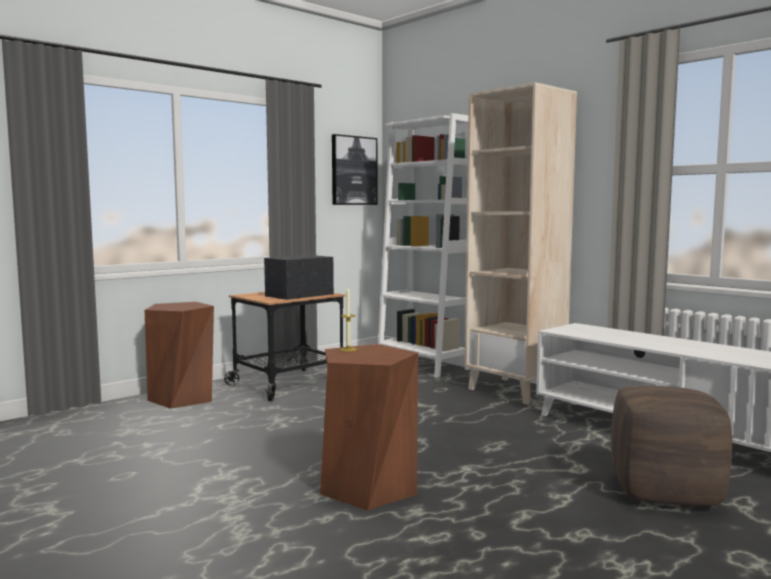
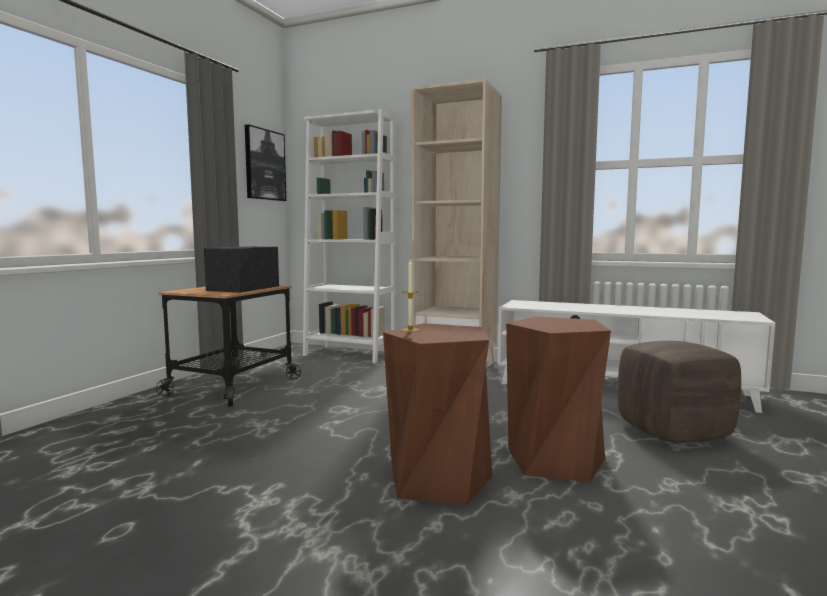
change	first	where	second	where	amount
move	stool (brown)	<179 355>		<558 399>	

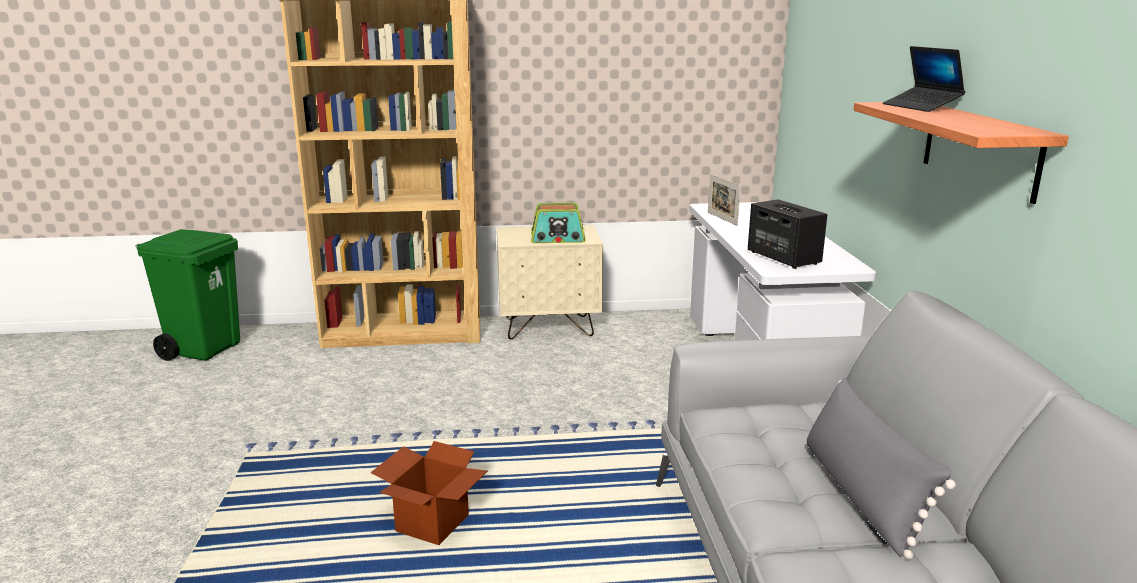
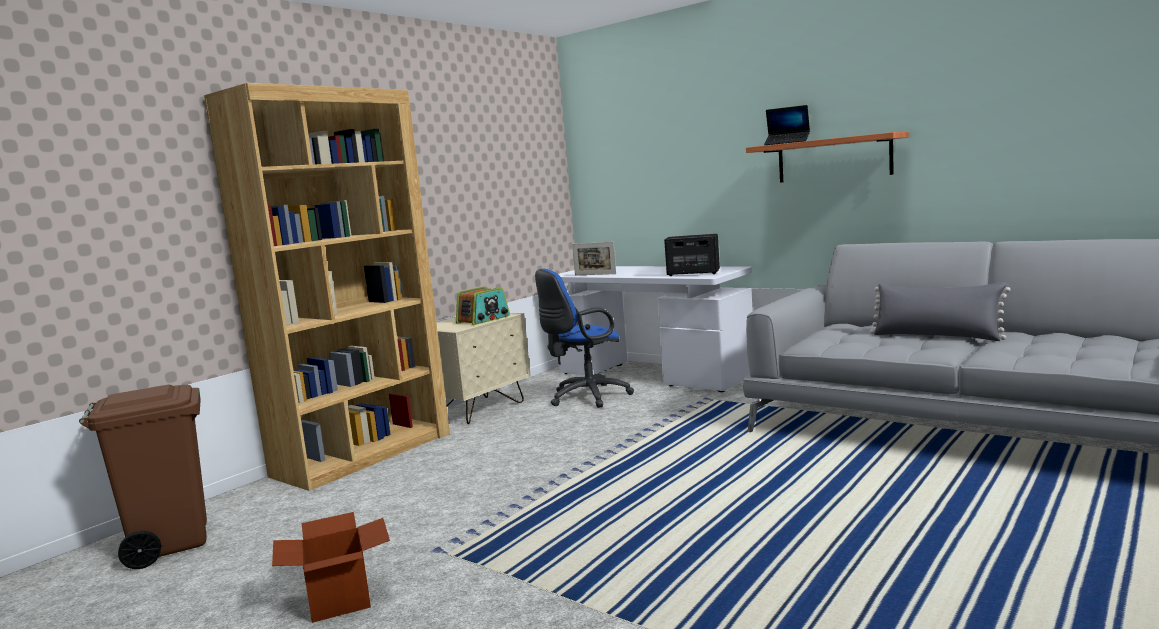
change	first	where	second	where	amount
insert			computer chair (blue)	<584 338>	
move	packing box	<429 493>		<331 567>	
recolor	rubbish bin (green-coloured)	<187 295>	rubbish bin (brown)	<143 476>	

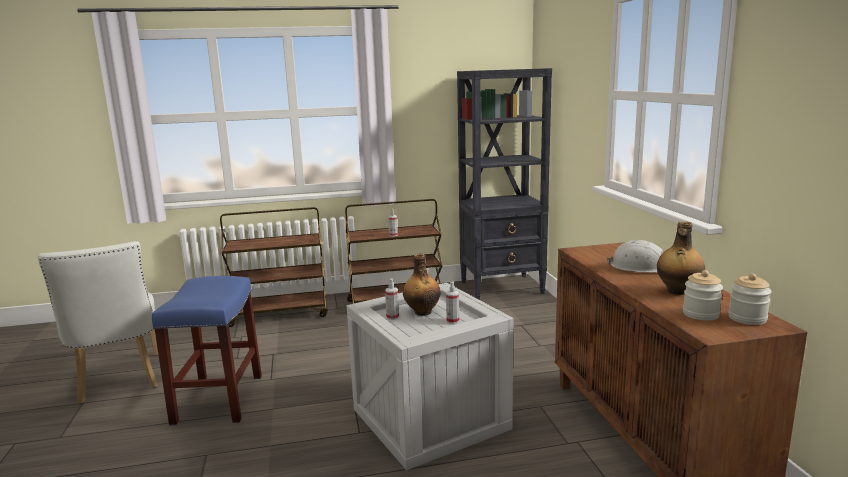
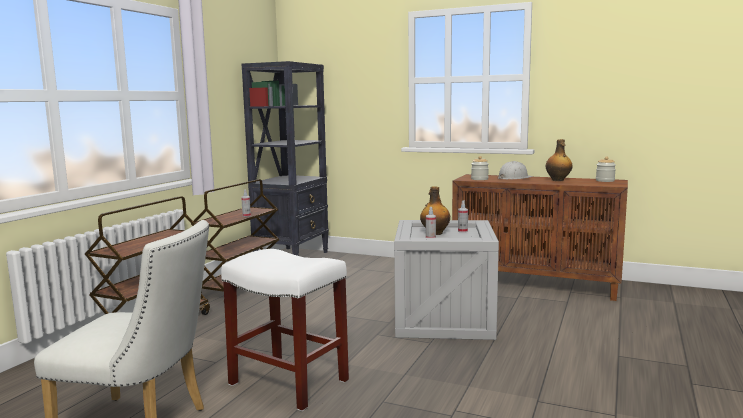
change	first	where	second	where	amount
move	storage jar	<703 295>		<480 168>	
recolor	stool (blue)	<207 351>	stool (white)	<285 330>	

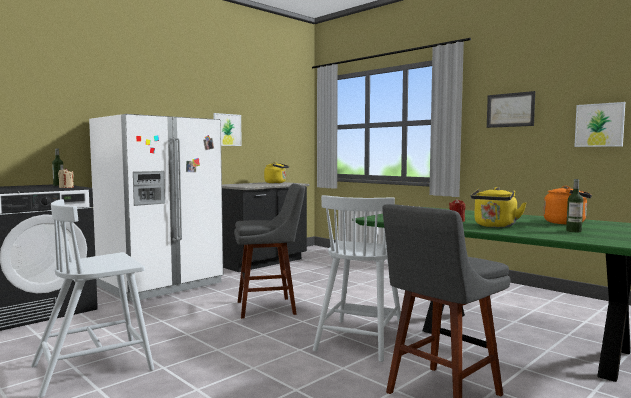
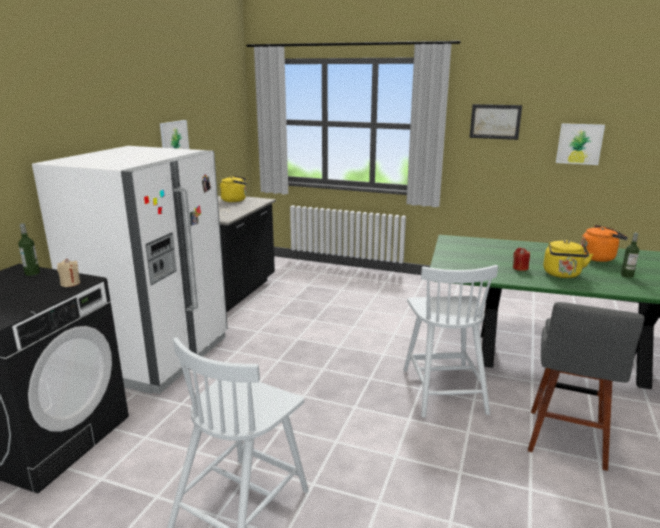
change	first	where	second	where	amount
delete	stool (greyish)	<269 251>			

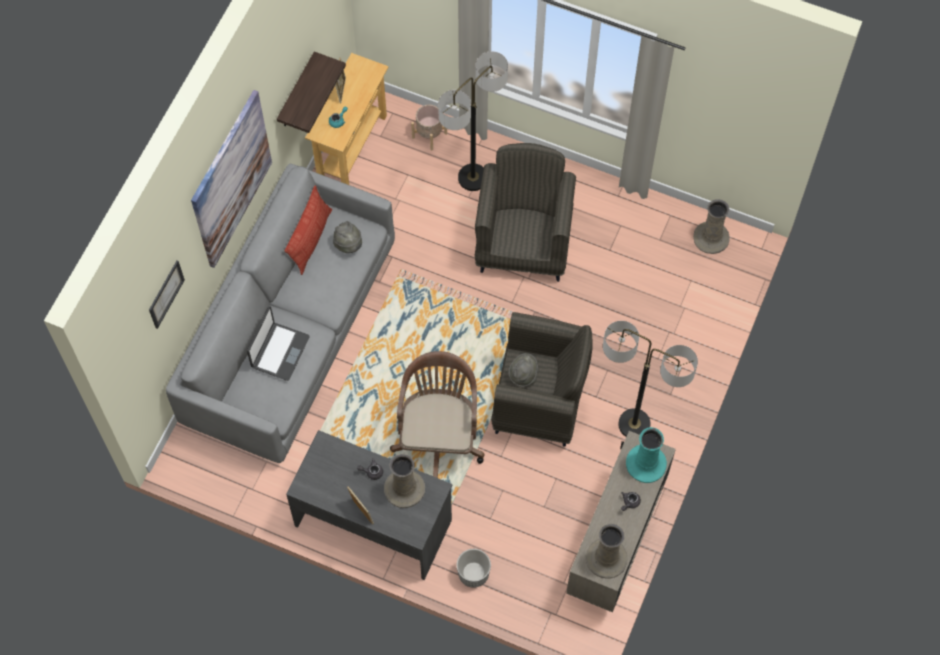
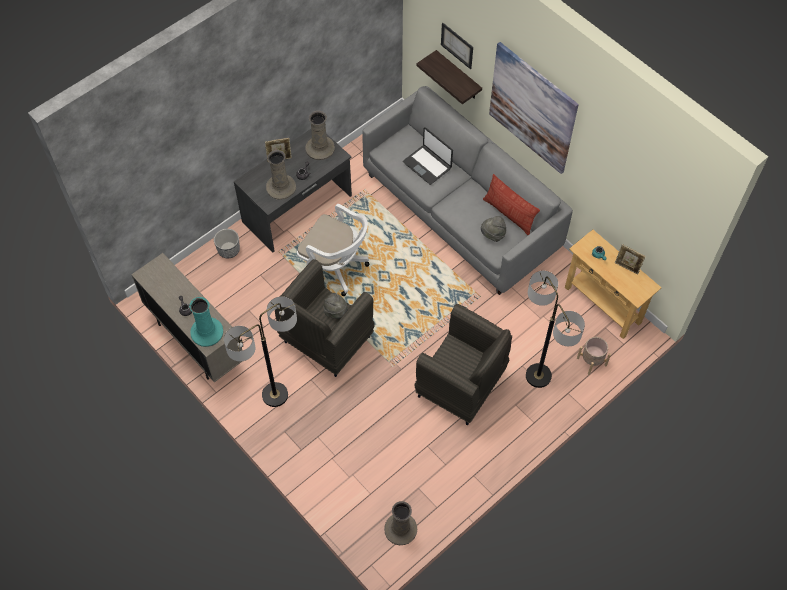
change	first	where	second	where	amount
move	wall shelf	<311 92>		<449 77>	
move	decorative vase (beige)	<607 551>		<320 135>	
recolor	computer chair (brown)	<437 414>	computer chair (white)	<333 250>	

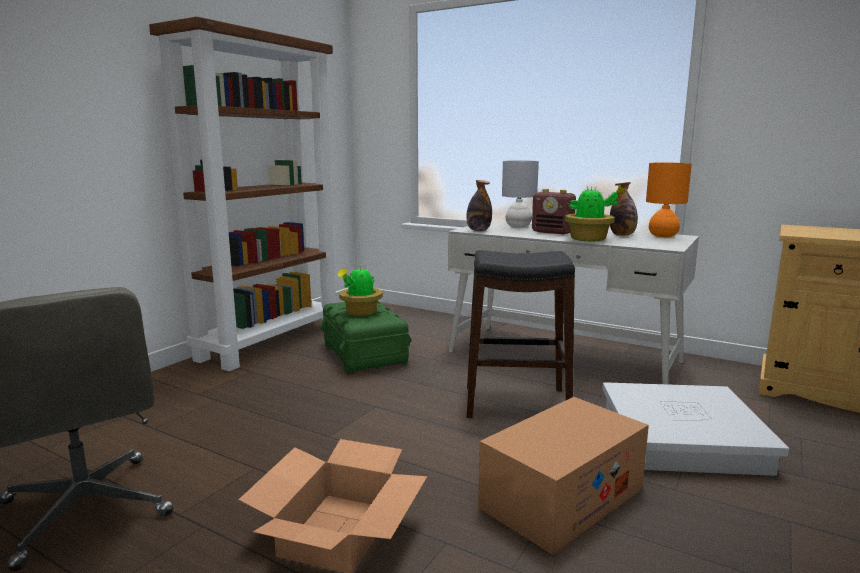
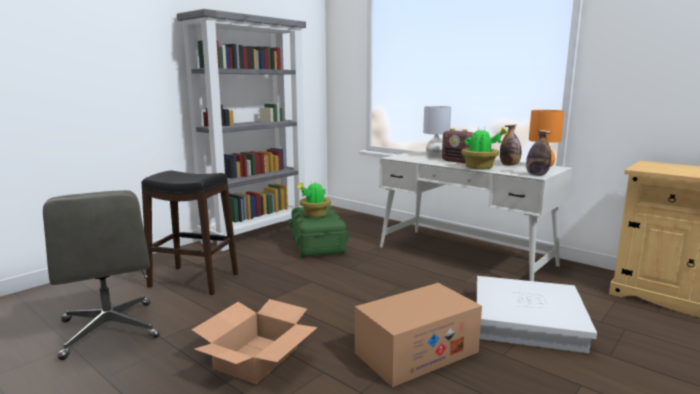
change	first	where	second	where	amount
move	drink bottle	<479 205>		<538 153>	
move	stool (blackish)	<521 334>		<189 233>	
recolor	bookcase (brown)	<242 193>	bookcase (greyish)	<241 130>	

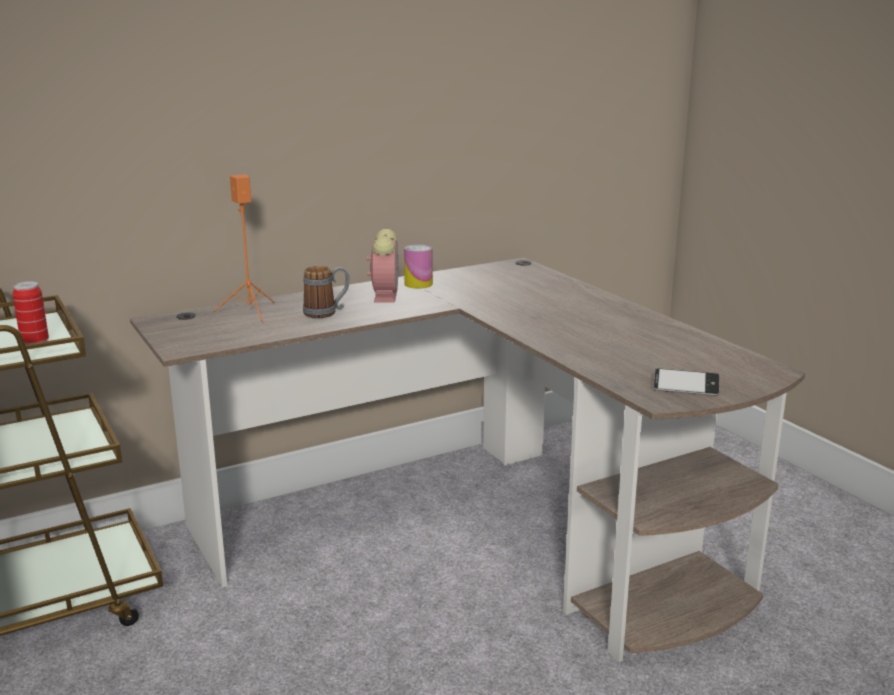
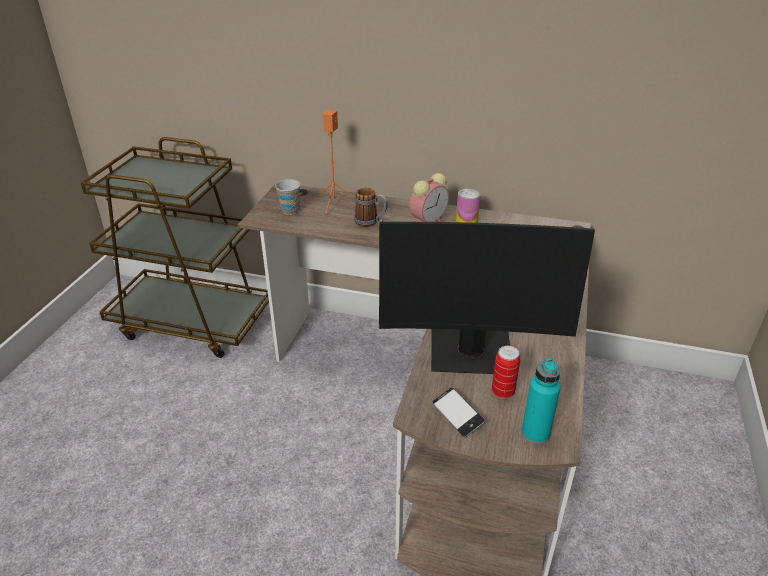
change	first	where	second	where	amount
insert			drinking cup	<288 197>	
insert			monitor	<487 298>	
insert			drink bottle (blue-green)	<541 401>	
move	sealed can	<30 313>		<506 372>	

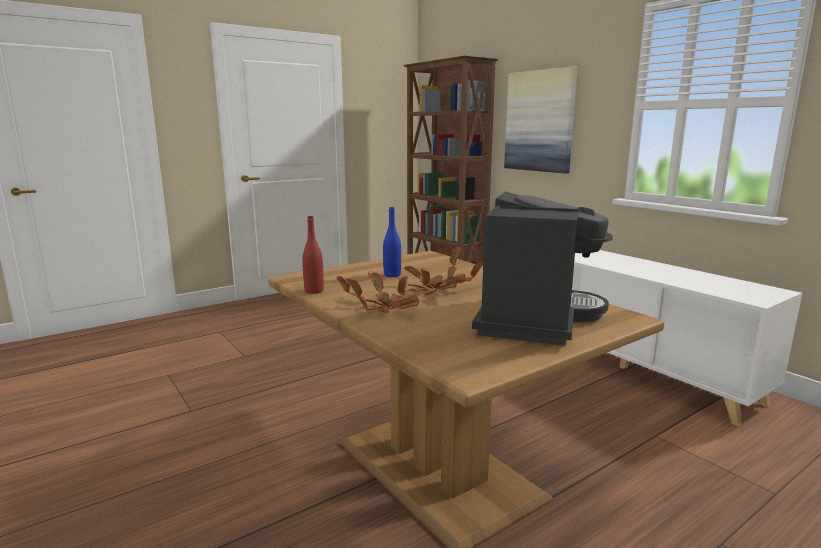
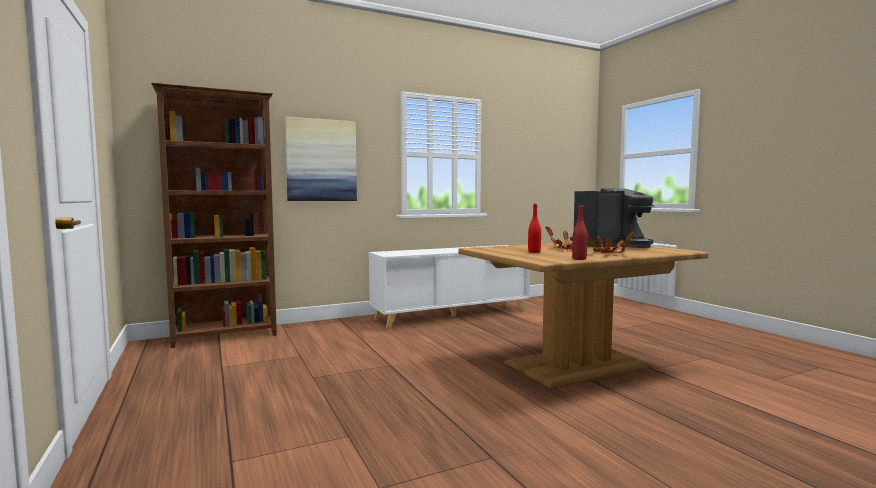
change	first	where	second	where	amount
recolor	drink bottle (blue)	<392 242>	drink bottle (red-coloured)	<534 228>	
rotate	coffee maker	<542 268>		<612 218>	135 degrees clockwise

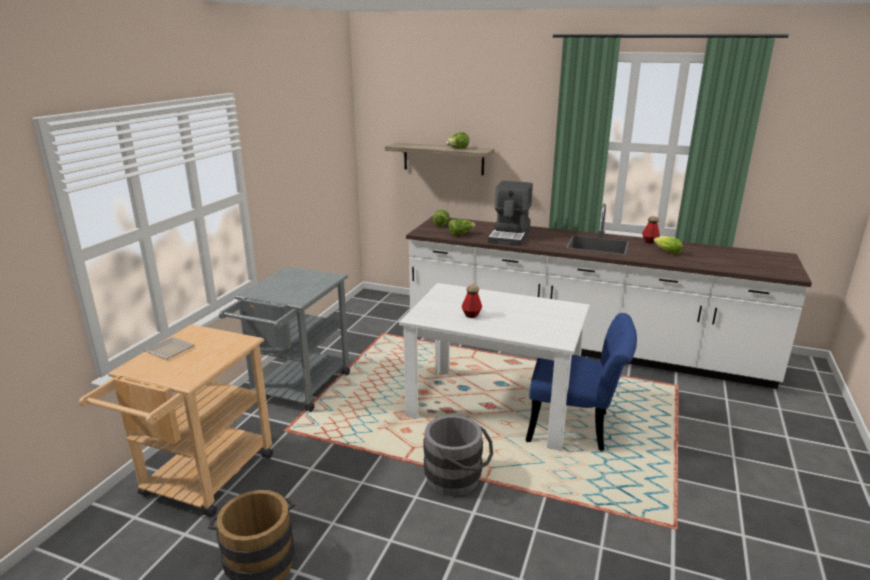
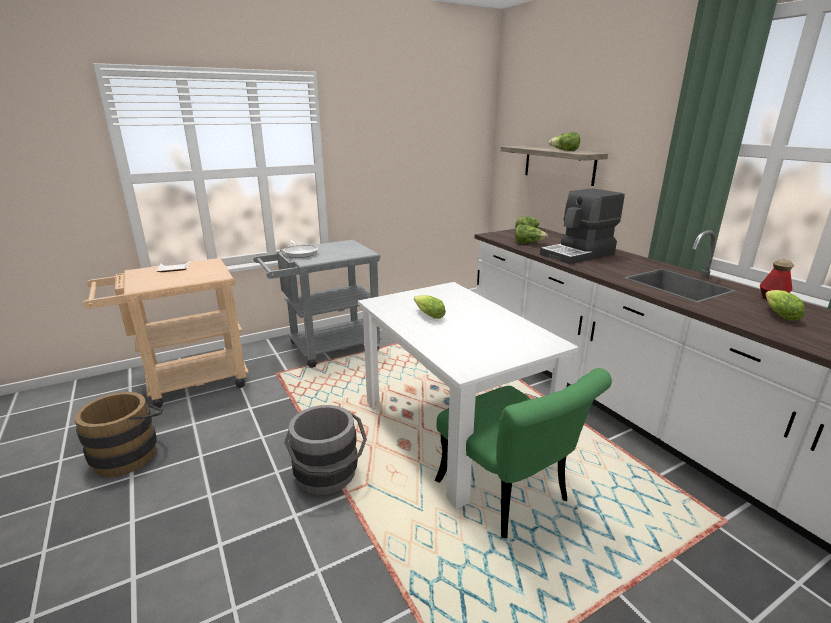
change	first	where	second	where	amount
insert			frying pan	<300 249>	
replace	drink bottle	<472 301>	head of lettuce	<430 307>	
recolor	upright chair (blue)	<581 382>	upright chair (green-coloured)	<523 453>	

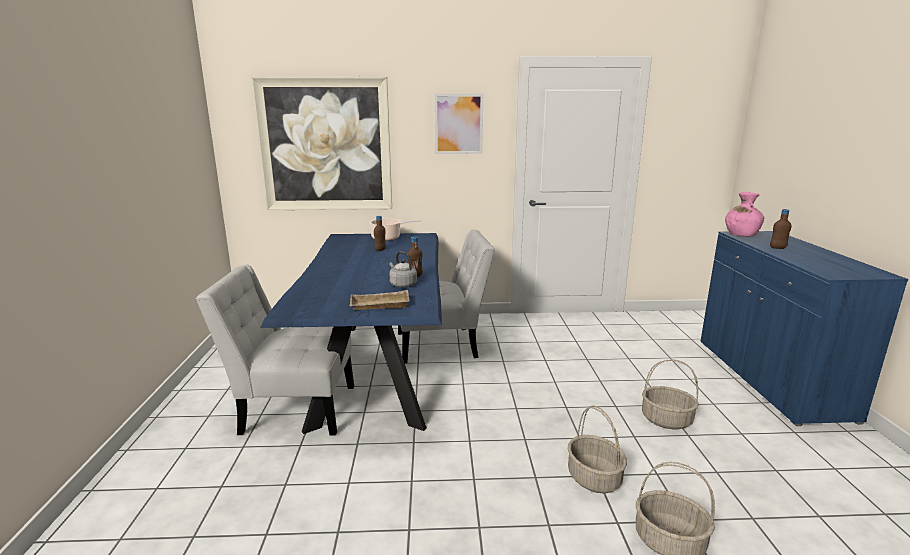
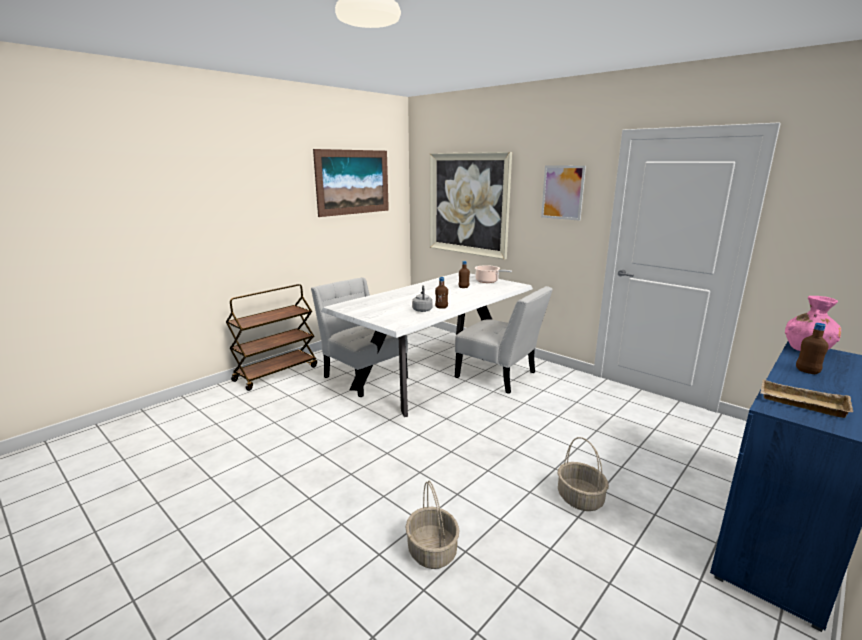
change	first	where	second	where	amount
delete	basket	<597 449>			
insert			wheeled cart (brown)	<271 337>	
insert			wall art	<351 183>	
move	carrying tray (beige)	<380 300>		<806 398>	
recolor	dinner table (blue)	<351 333>	dinner table (white)	<427 344>	

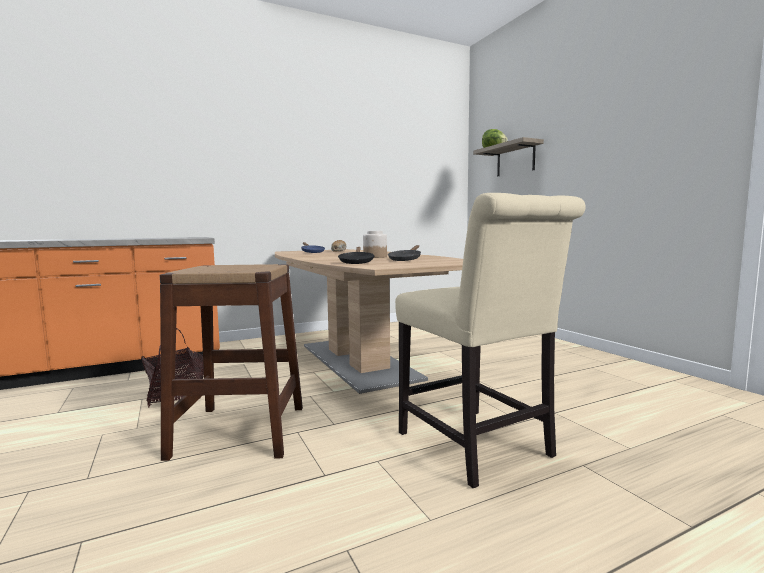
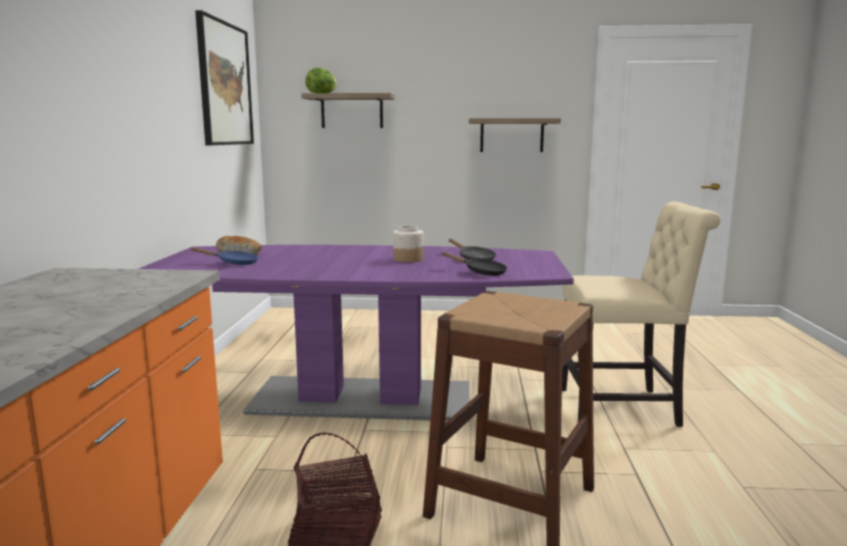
change	first	where	second	where	amount
insert			wall art	<224 77>	
insert			wall shelf	<515 135>	
recolor	dinner table (brown)	<369 321>	dinner table (purple)	<356 333>	

